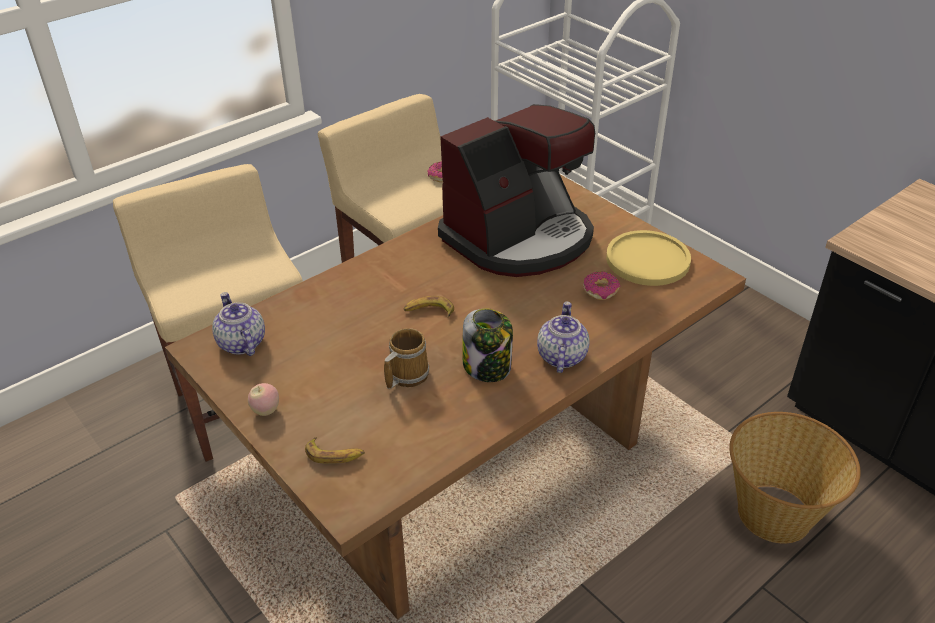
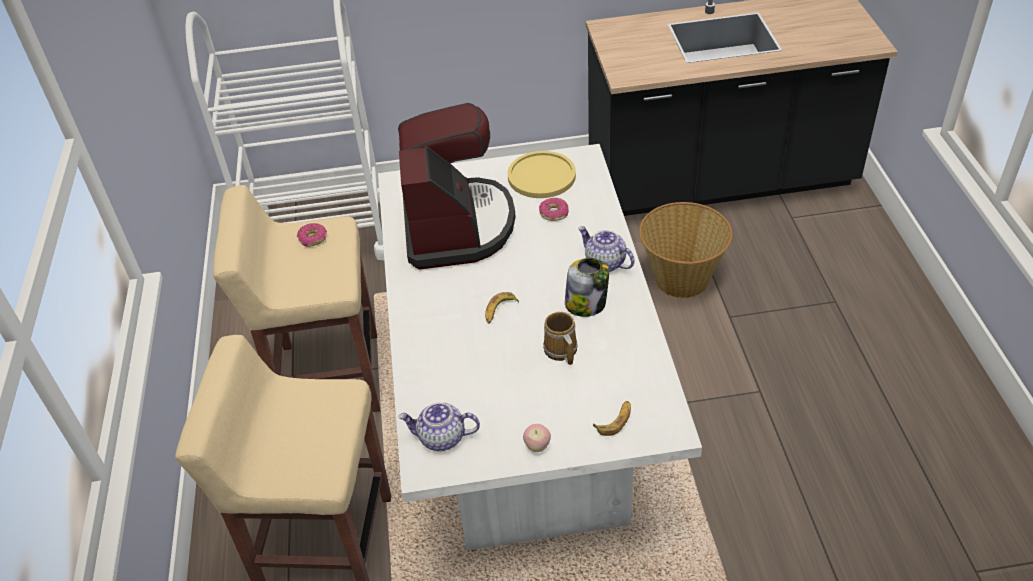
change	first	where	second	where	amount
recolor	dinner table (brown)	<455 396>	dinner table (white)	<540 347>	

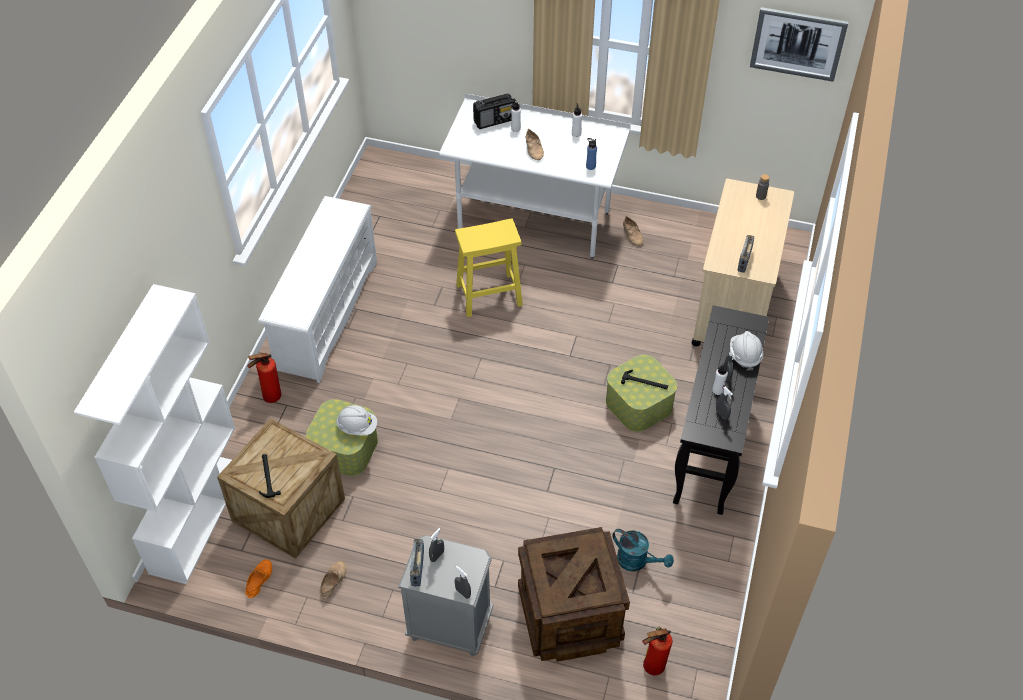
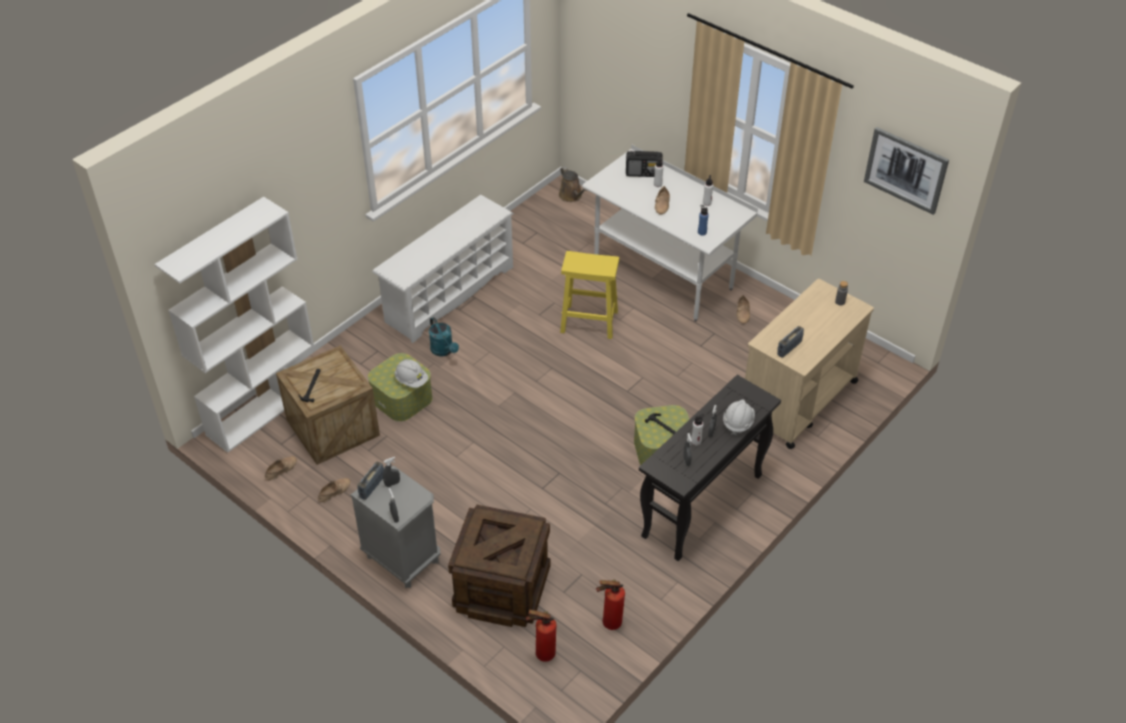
change	first	where	second	where	amount
insert			sprinkling can (brown)	<573 184>	
move	fire extinguisher	<264 378>		<610 605>	
move	sprinkling can (blue-green)	<643 550>		<444 337>	
recolor	shoe (orange-coloured)	<258 578>	shoe (beige)	<281 468>	

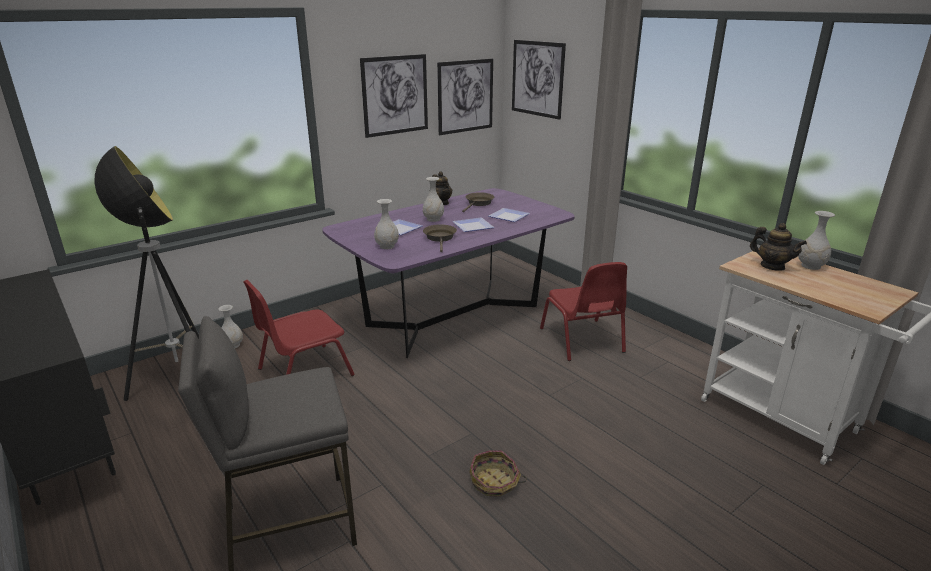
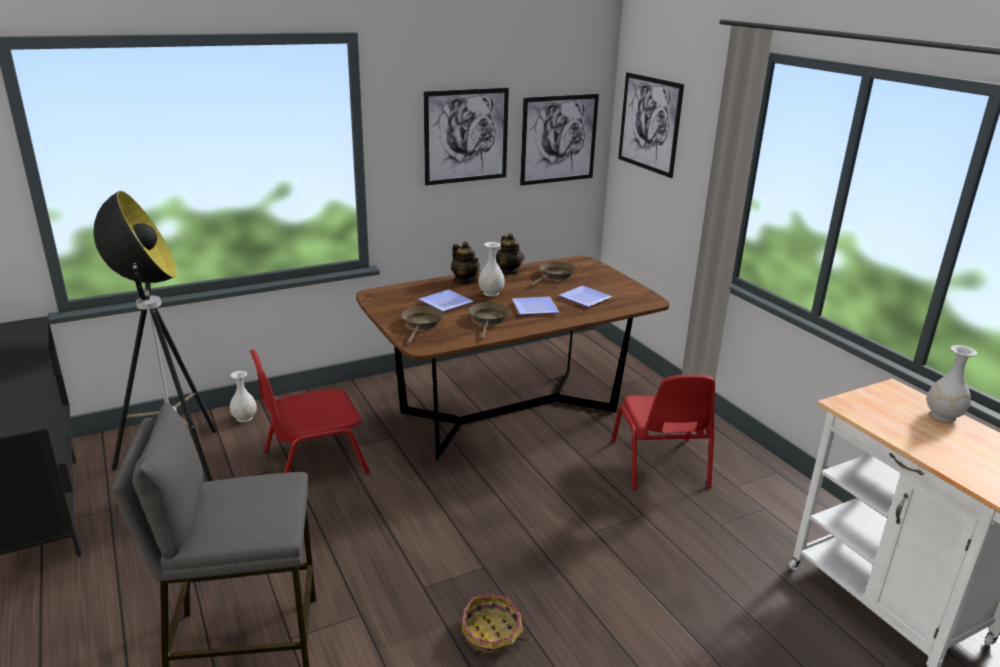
change	first	where	second	where	amount
move	tea pot	<778 247>		<465 262>	
replace	decorative vase (white)	<386 224>	frying pan (brown)	<422 325>	
recolor	dinner table (purple)	<448 273>	dinner table (brown)	<513 358>	

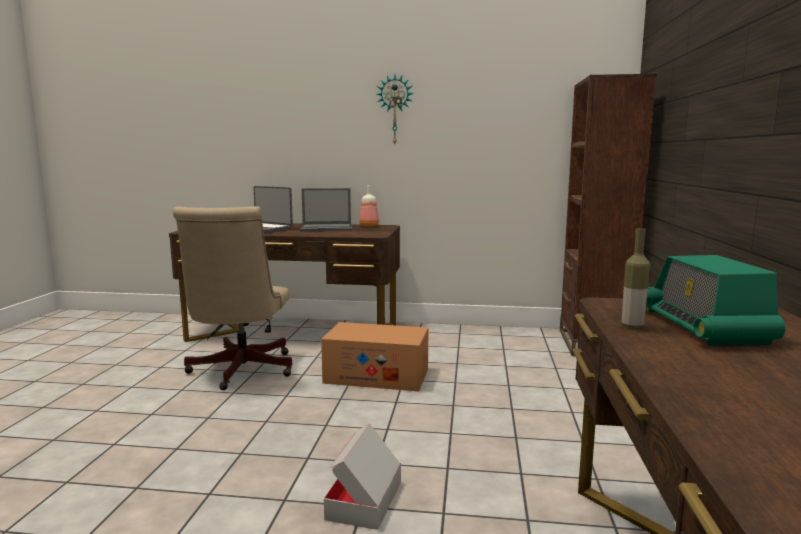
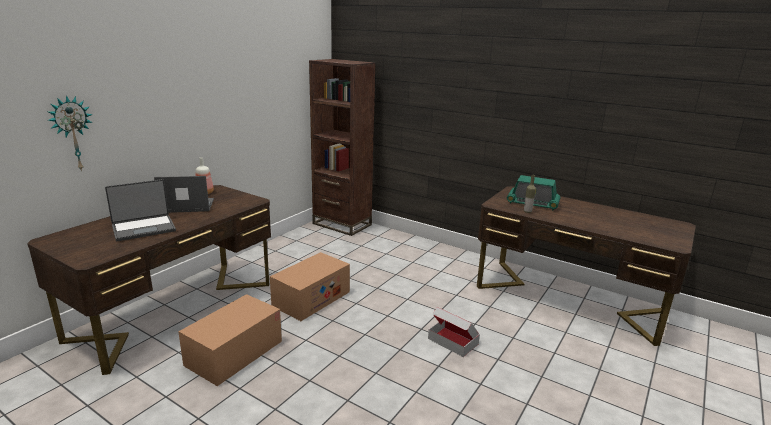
change	first	where	second	where	amount
move	wall clock	<395 109>		<70 133>	
replace	computer chair (beige)	<232 298>	packing box	<230 340>	
rotate	notebook computer	<326 209>		<184 194>	120 degrees counterclockwise

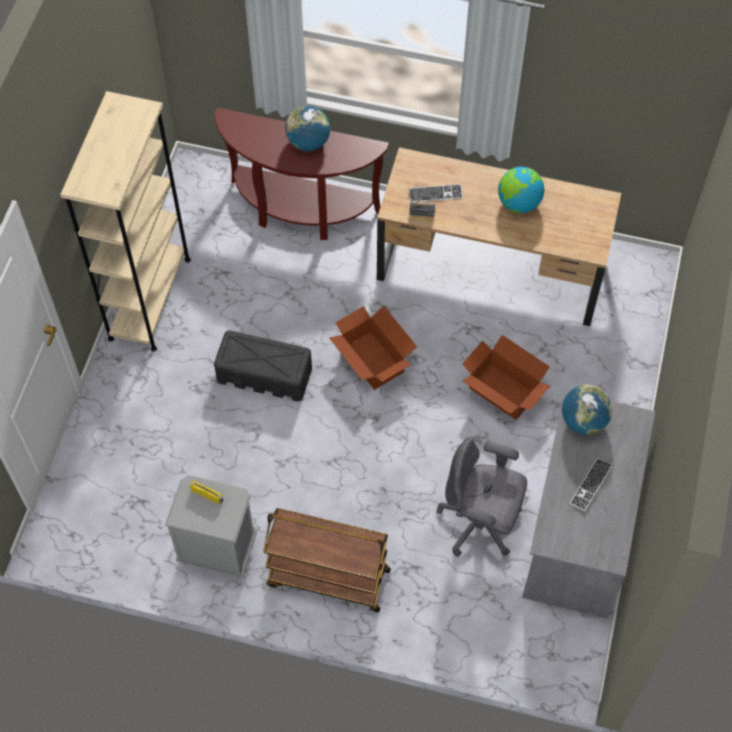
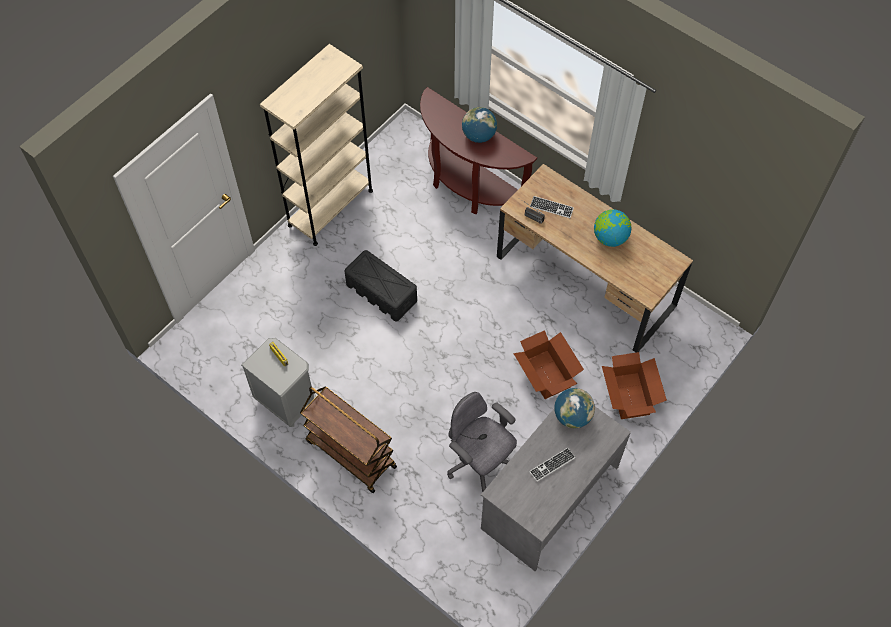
change	first	where	second	where	amount
move	packing box	<373 348>		<634 385>	

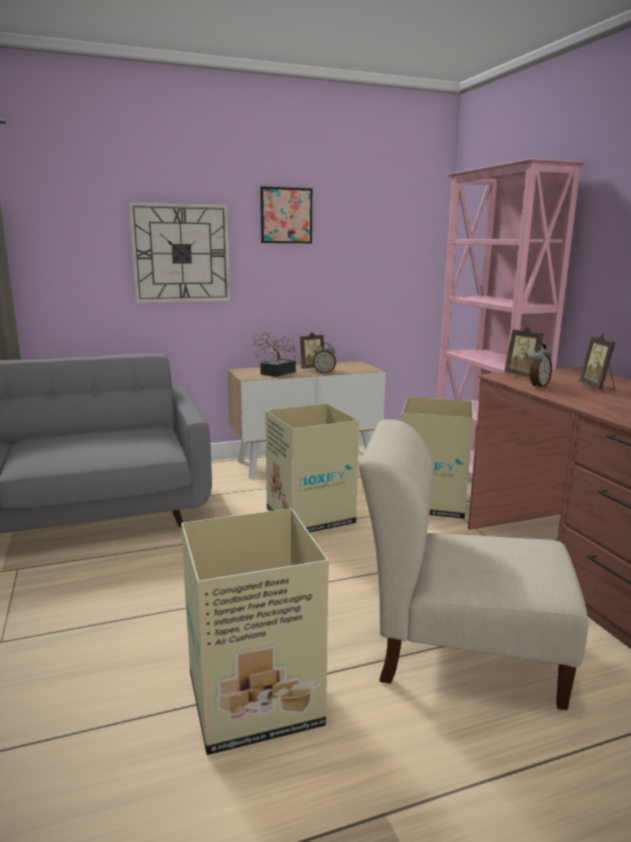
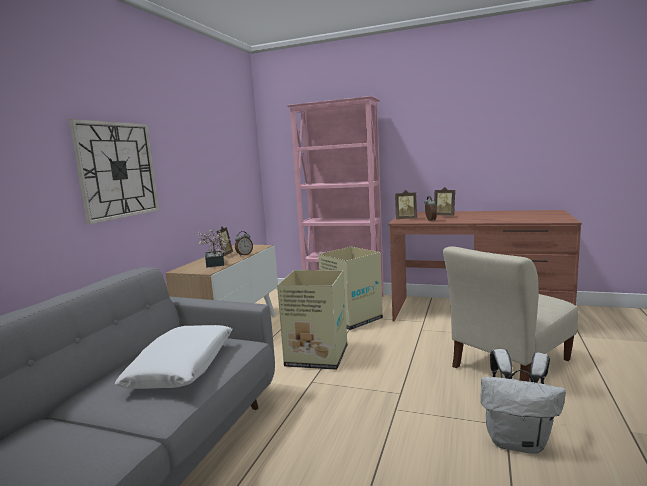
change	first	where	second	where	amount
delete	wall art	<286 214>			
insert			pillow (white)	<173 357>	
replace	packing box	<255 631>	backpack (white)	<523 401>	

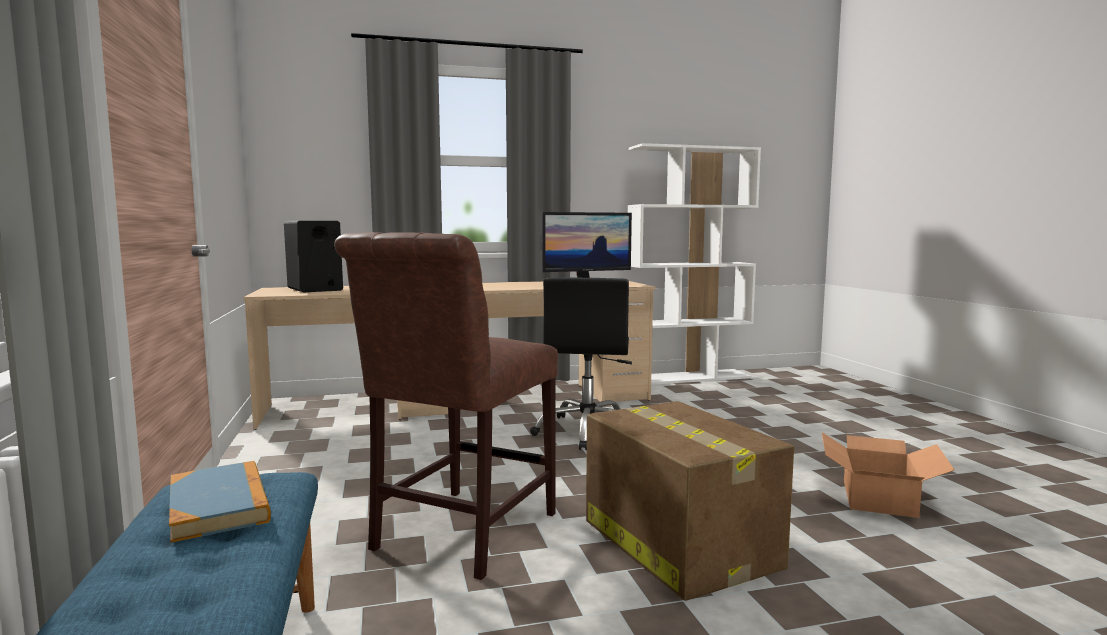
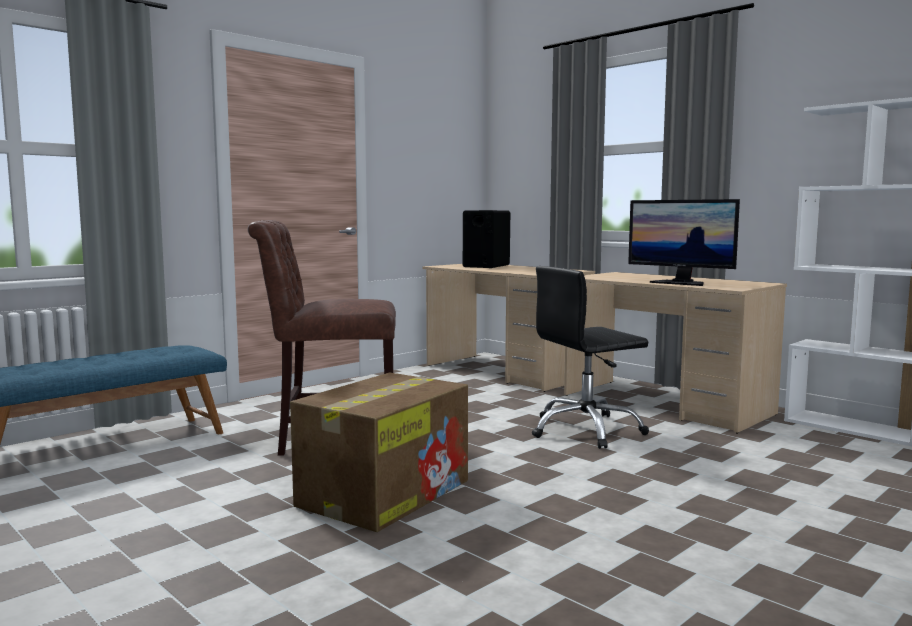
change	first	where	second	where	amount
delete	book	<220 501>			
delete	packing box	<888 475>			

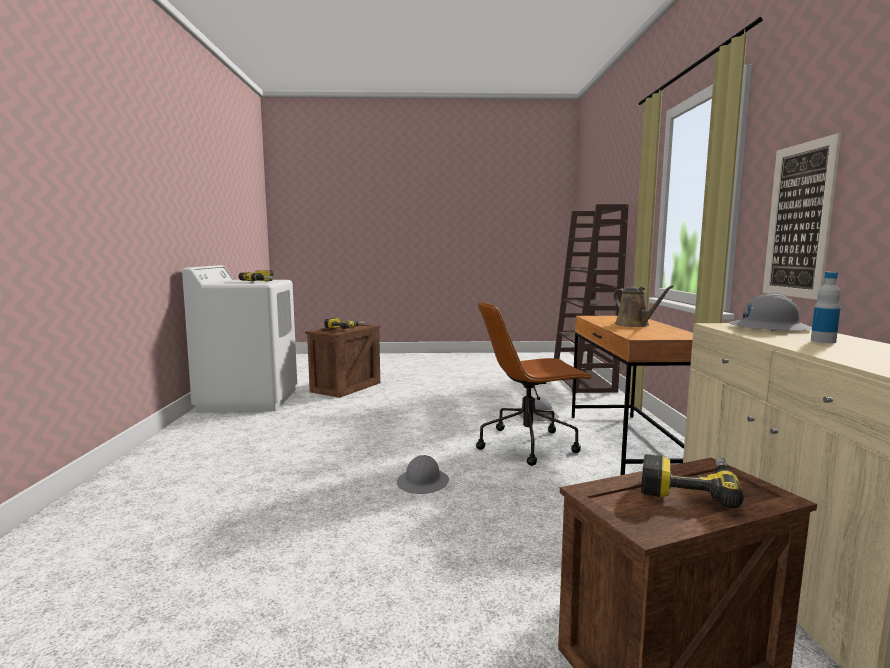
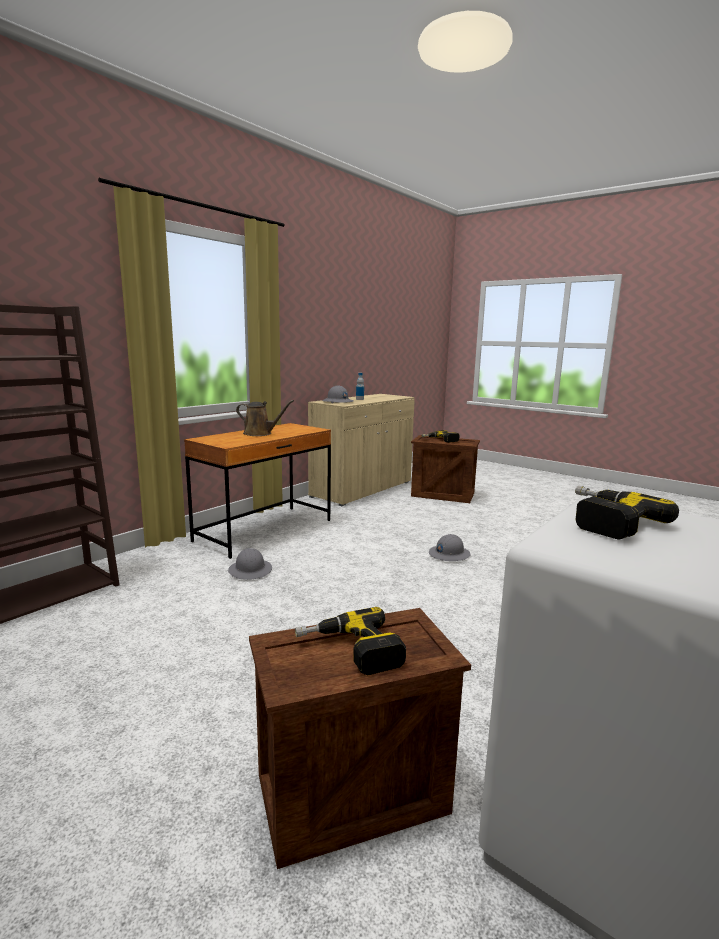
change	first	where	second	where	amount
delete	computer chair (brown)	<534 383>			
delete	wall art	<802 216>			
rotate	sprinkling can (brown)	<643 306>		<265 418>	90 degrees clockwise

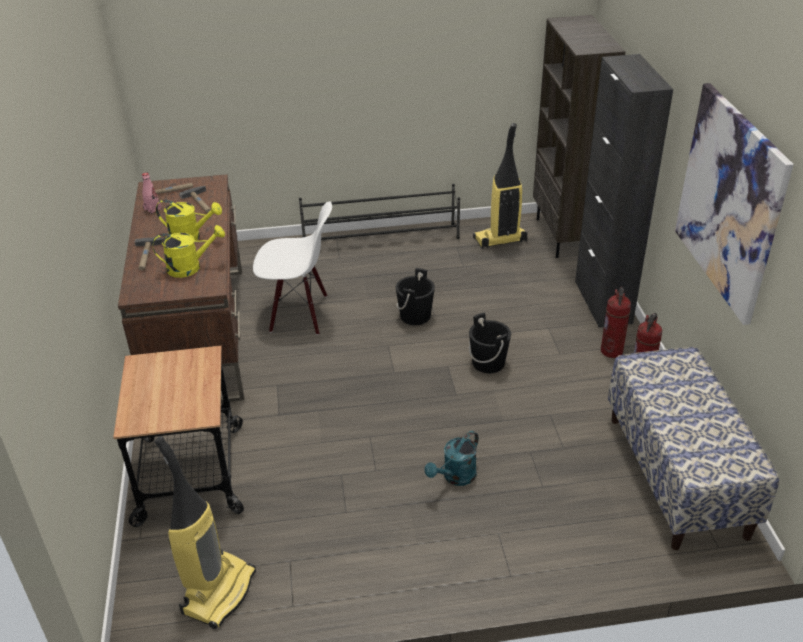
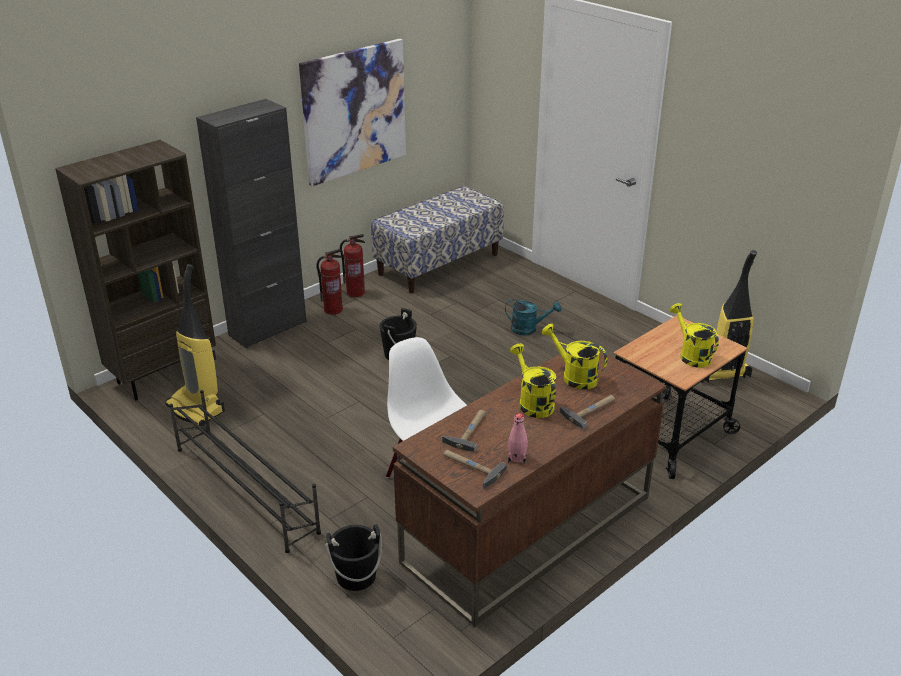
change	first	where	second	where	amount
insert			sprinkling can (yellowish)	<694 335>	
move	pail (blackish)	<415 296>		<353 557>	

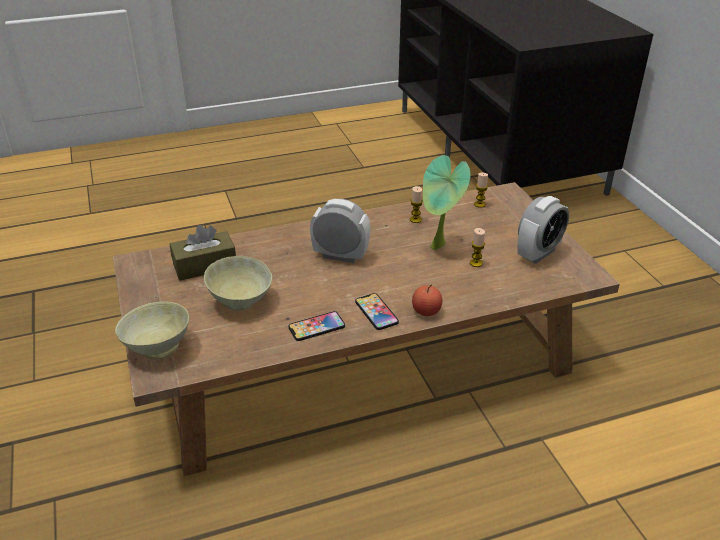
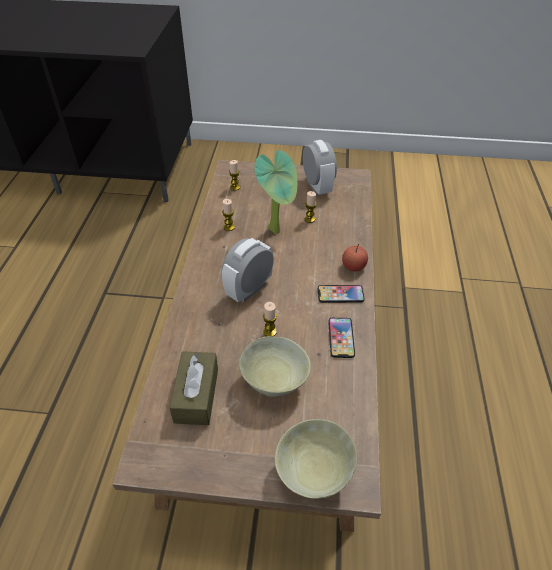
change	first	where	second	where	amount
insert			candle	<270 319>	

